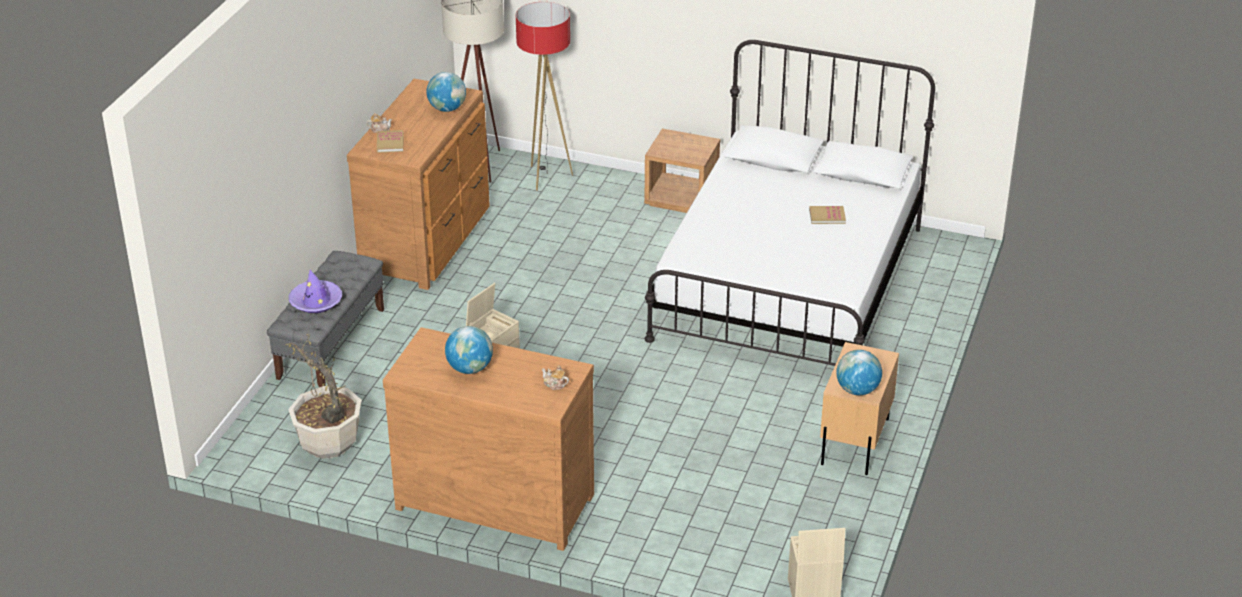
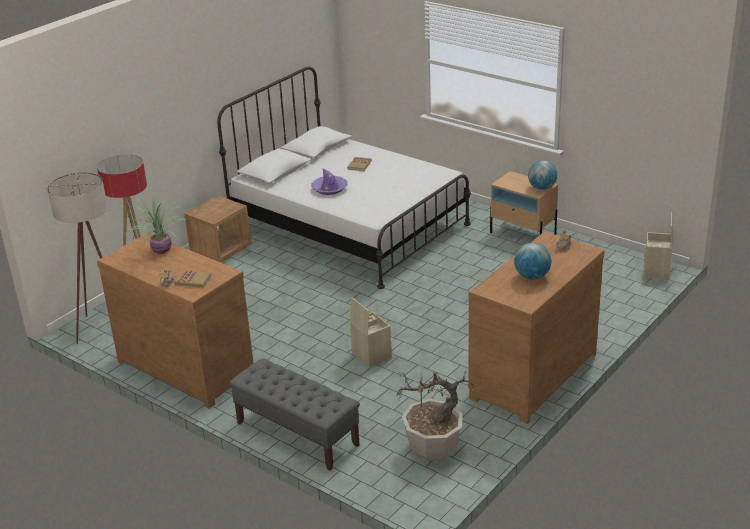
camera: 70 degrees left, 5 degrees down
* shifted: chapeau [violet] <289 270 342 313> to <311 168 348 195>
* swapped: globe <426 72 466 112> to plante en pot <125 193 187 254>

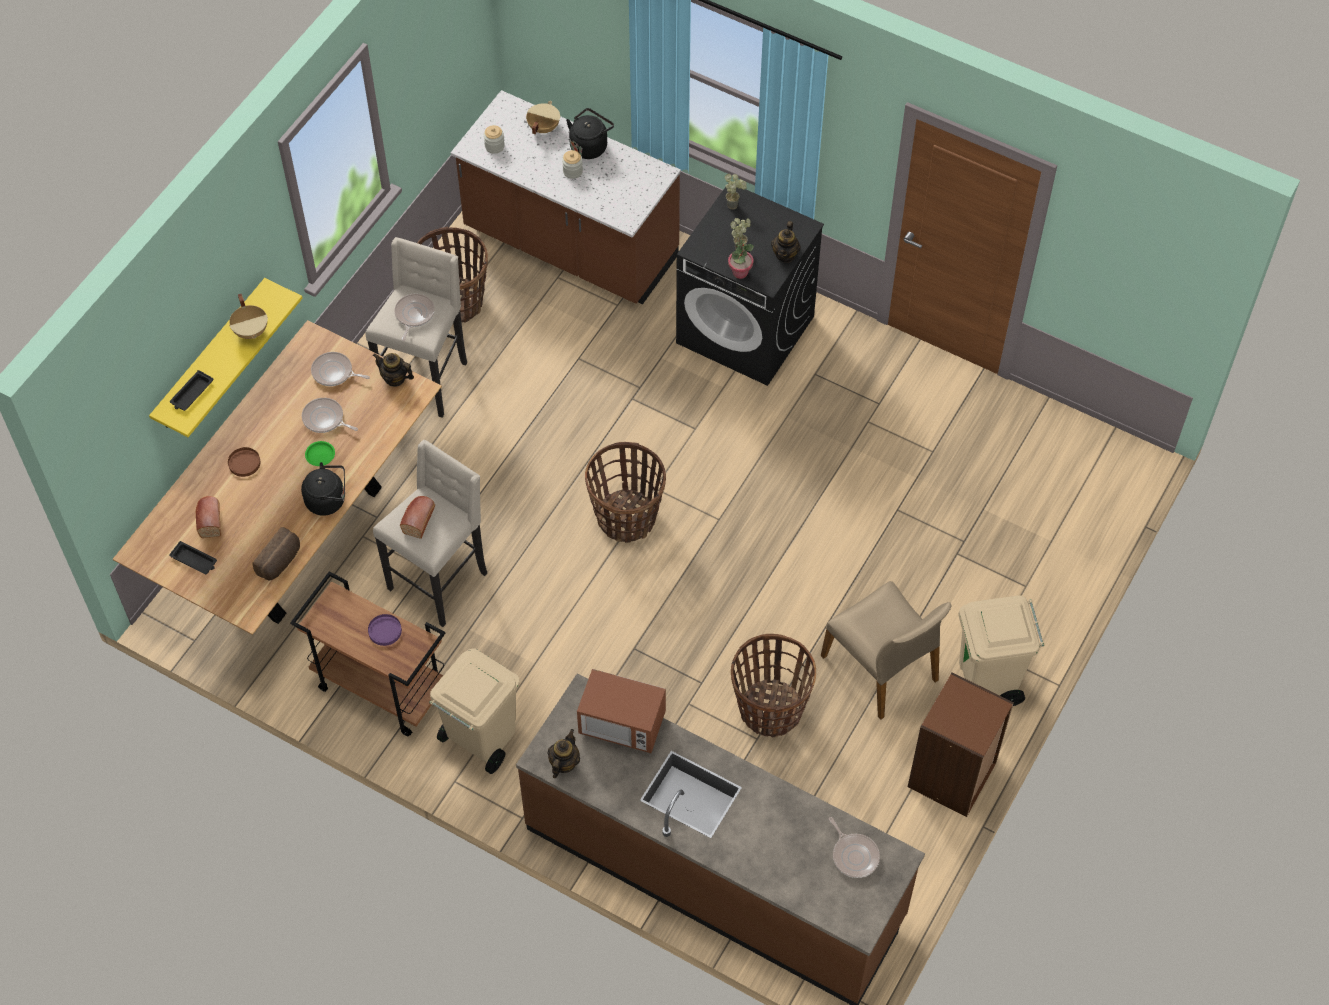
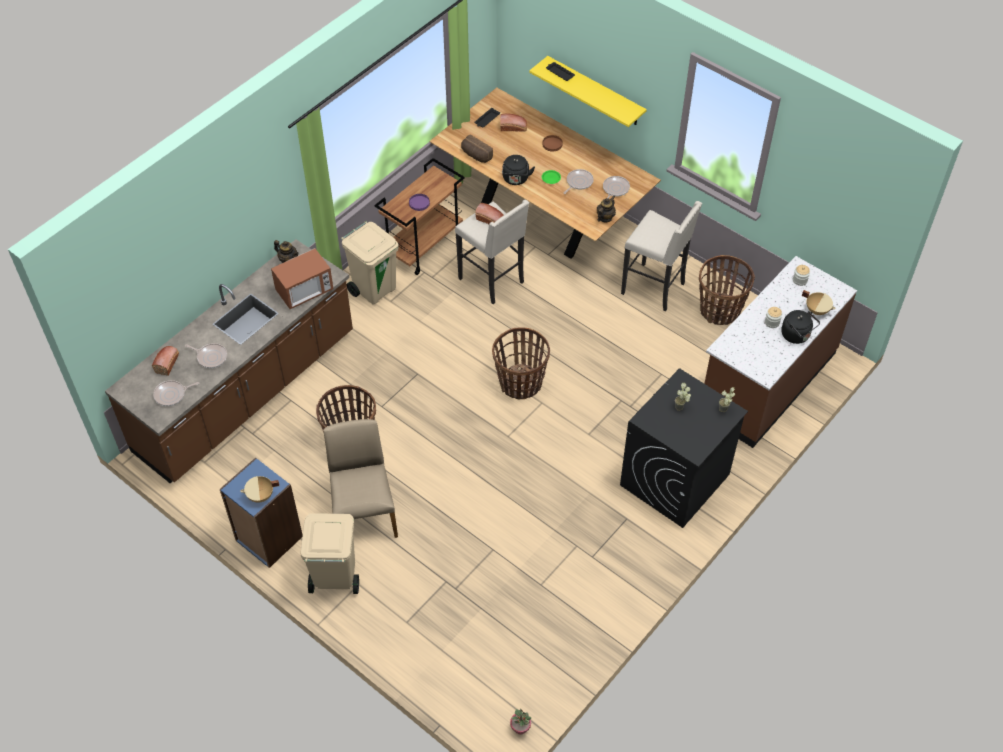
camera: 100 degrees right, 5 degrees down
* shifted: marmite [beige] <229 294 268 339> to <240 476 279 502>
* shifted: poêle <395 294 435 341> to <185 343 227 368>
* rotated: micro-ondes <577 669 666 753> = <271 248 334 309> 150 degrees counterclockwise
* shifted: plante en pot <728 239 754 279> to <510 709 531 735>
* gone: théière <771 221 801 263>
* rotated: chaise [beige] <821 581 952 720> = <324 419 398 538> 105 degrees clockwise
* repainted: bibliothèque [marron] <908 672 1014 817> to bibliothèque [bleu] <220 457 303 568>
* new: pain <152 346 179 376>

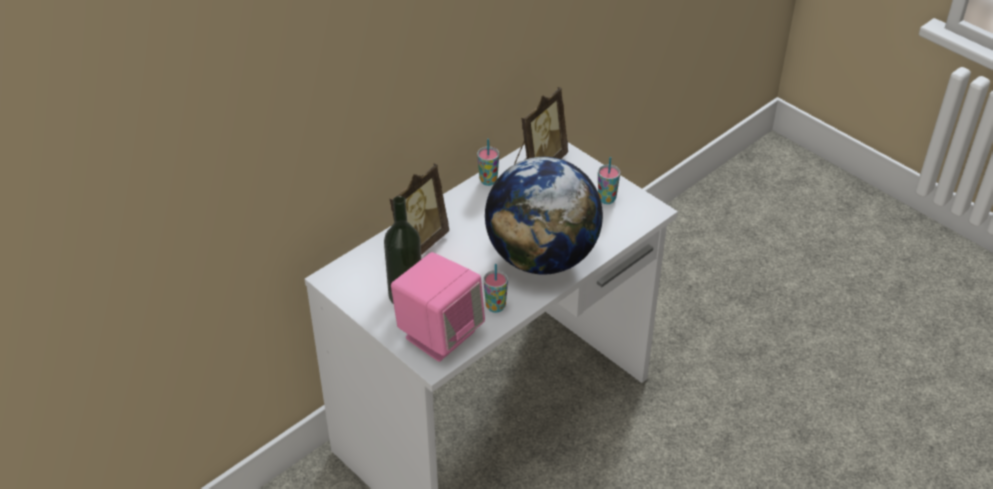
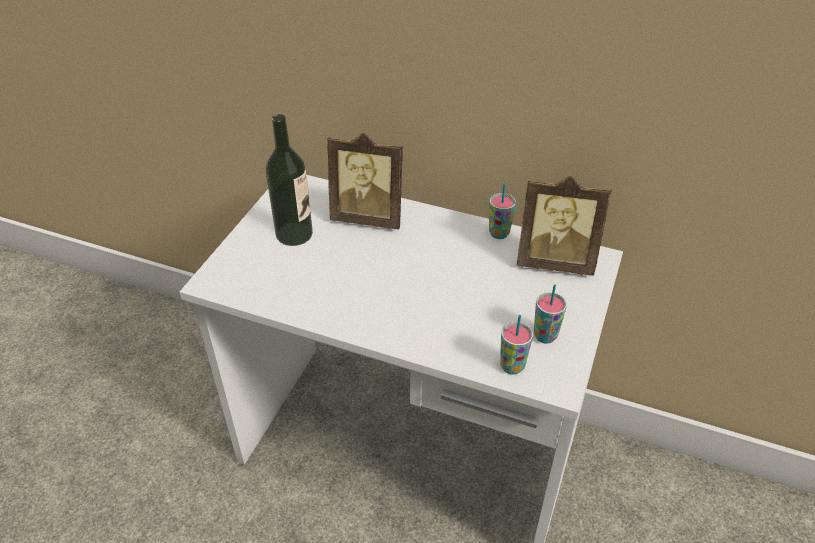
camera: 65 degrees right, 0 degrees up
* gone: enceinte [rose] <391 252 485 362>
* shifted: tasse <483 264 508 313> to <500 315 533 375>
* gone: globe <485 157 603 275>

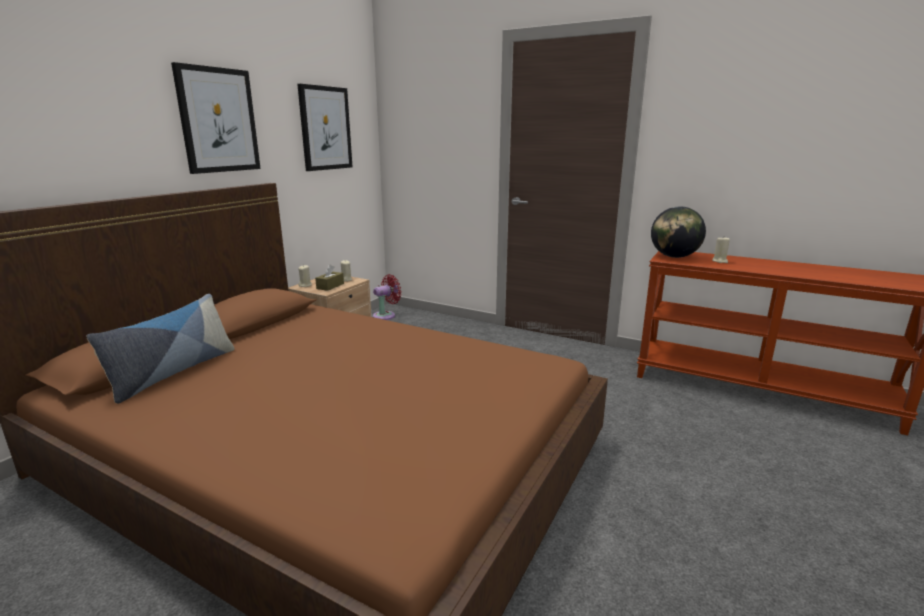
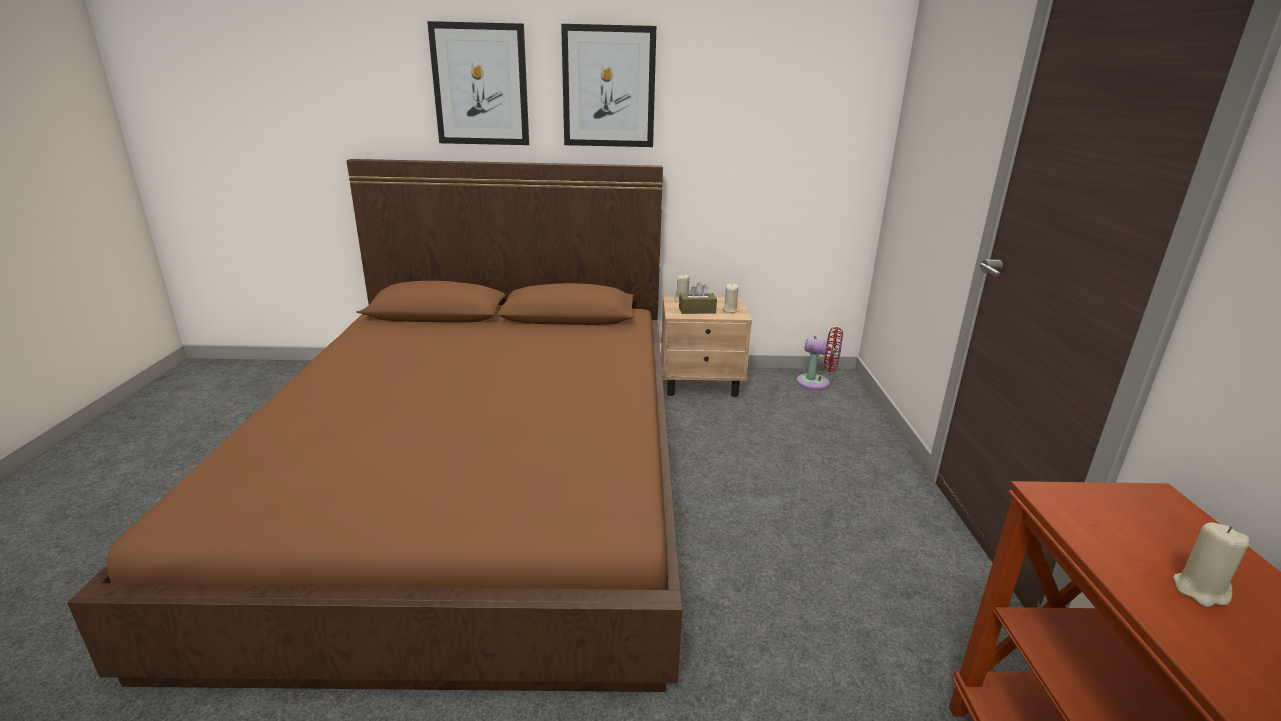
camera: 60 degrees right, 5 degrees up
* gone: coussin <86 294 235 404>
* shifted: tableau <297 84 353 171> to <427 21 529 145>
* gone: globe <651 206 706 258>

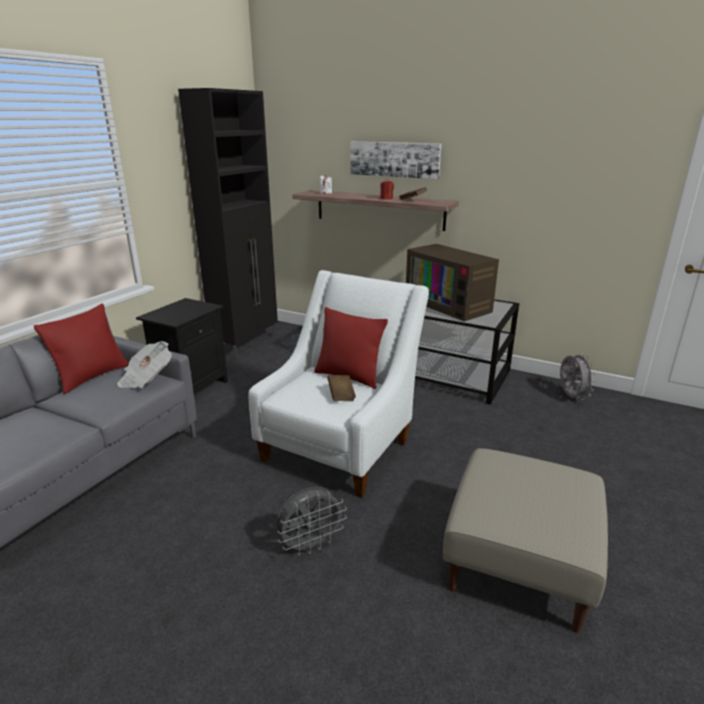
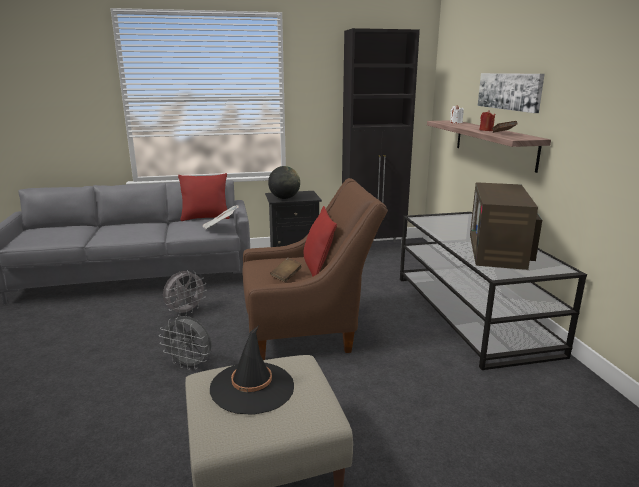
camera: 50 degrees right, 5 degrees down
* repainted: fauteuil [blanc] <248 270 429 498> to fauteuil [marron] <242 178 388 360>
* shifted: ventilateur [gris] <560 352 595 400> to <163 271 207 316>
* new: chapeau [noir] <210 326 294 415>
* new: globe <268 166 300 199>

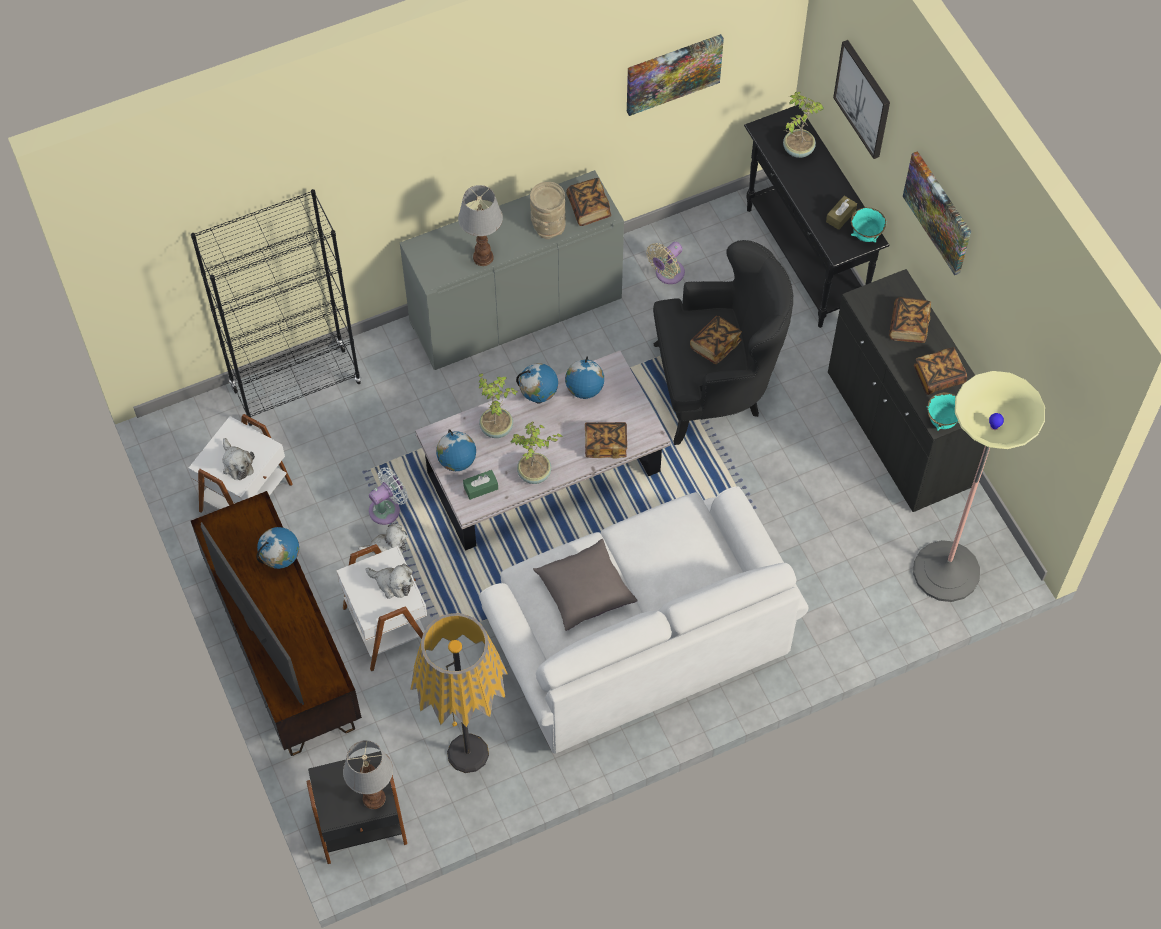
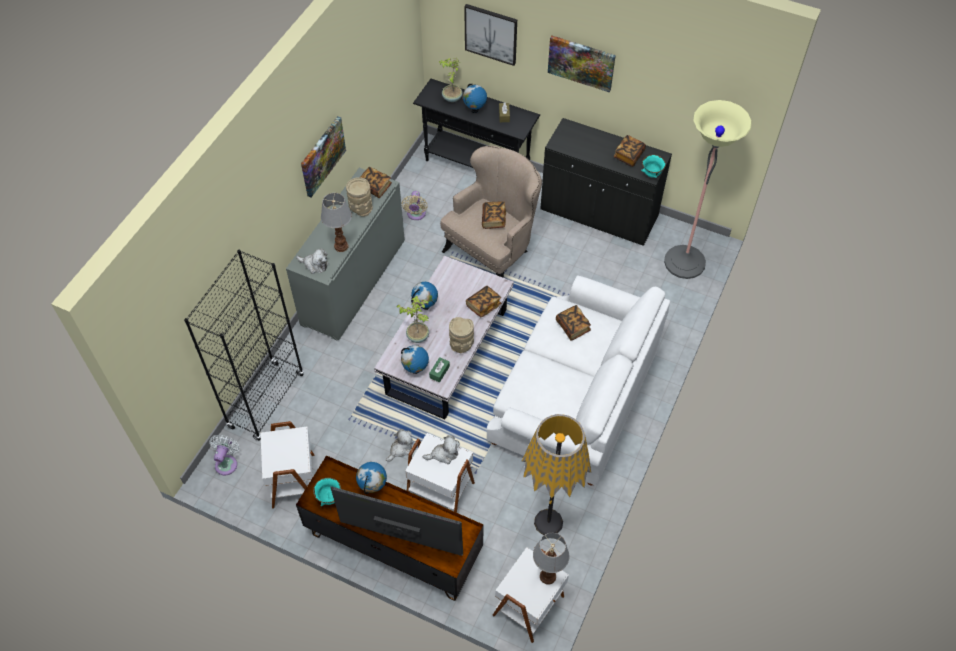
camera: 40 degrees left, 5 degrees down
* shifted: peluche <222 438 255 480> to <296 248 329 274>
* repainted: table d'appoint [noir] <307 751 408 864> to table d'appoint [blanc] <493 547 569 643>
* shifted: ventilateur [blanc] <369 467 408 525> to <210 435 239 475>
* swapped: plante en pot <511 422 563 484> to vase [beige] <449 317 474 353>
* gone: coussin [gris] <533 539 638 631>
* shifted: globe <565 357 604 399> to <463 84 487 113>
* shifted: tableau <627 34 724 116> to <301 116 346 197>
* repainted: fauteuil [noir] <653 240 793 445> to fauteuil [beige] <440 146 542 278>
* shifted: bol [turquoise] <851 207 886 243> to <313 477 341 506>
* shifted: livre <889 297 931 343> to <556 305 591 341>

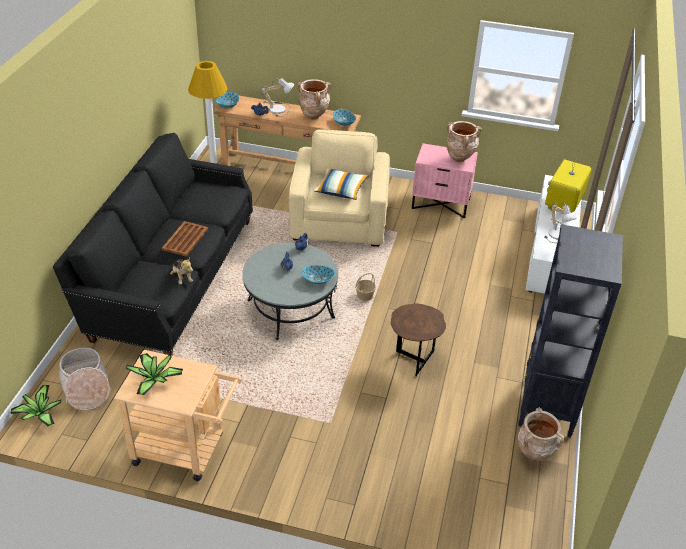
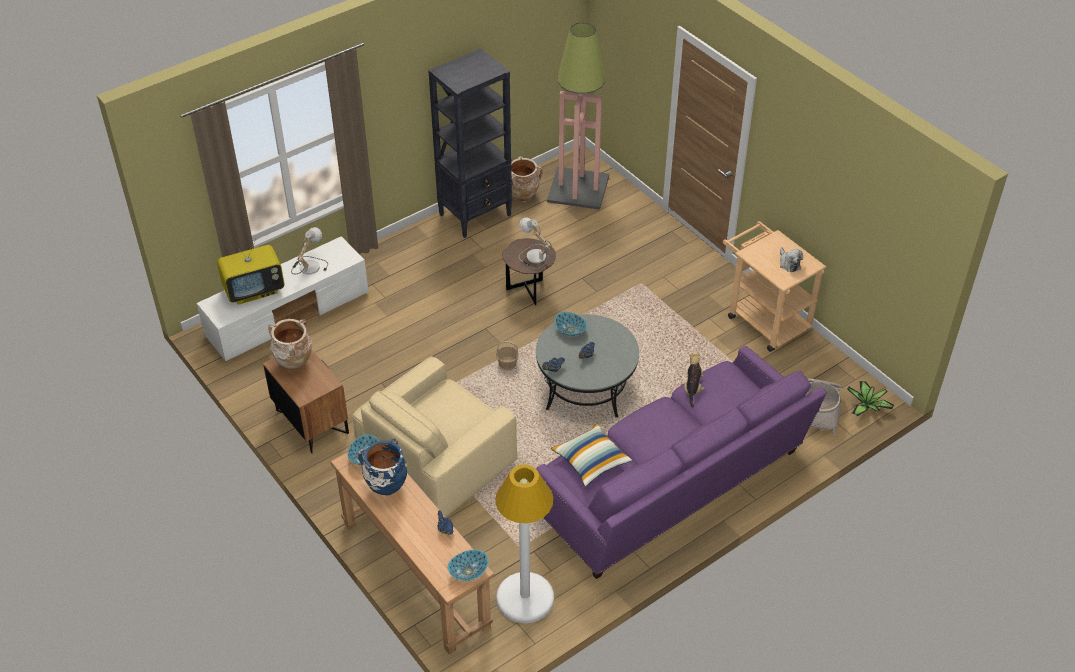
camera: 140 degrees left, 5 degrees up
* repainted: canapé [noir] <53 133 253 356> to canapé [violet] <536 346 827 579>
* swapped: plante en pot <126 353 183 395> to peluche <780 248 803 272>
* gone: plateau [marron] <162 221 208 257>
* shifted: lampe de table <260 78 294 117> to <518 218 552 269>
* repainted: vase [beige] <298 79 331 120> to vase [bleu] <358 439 407 495>
* shifted: coussin <314 168 369 200> to <551 424 632 486>
* repainted: table de chevet [rose] <412 143 478 219> to table de chevet [marron] <263 349 349 453>
* new: lampadaire <547 22 609 210>

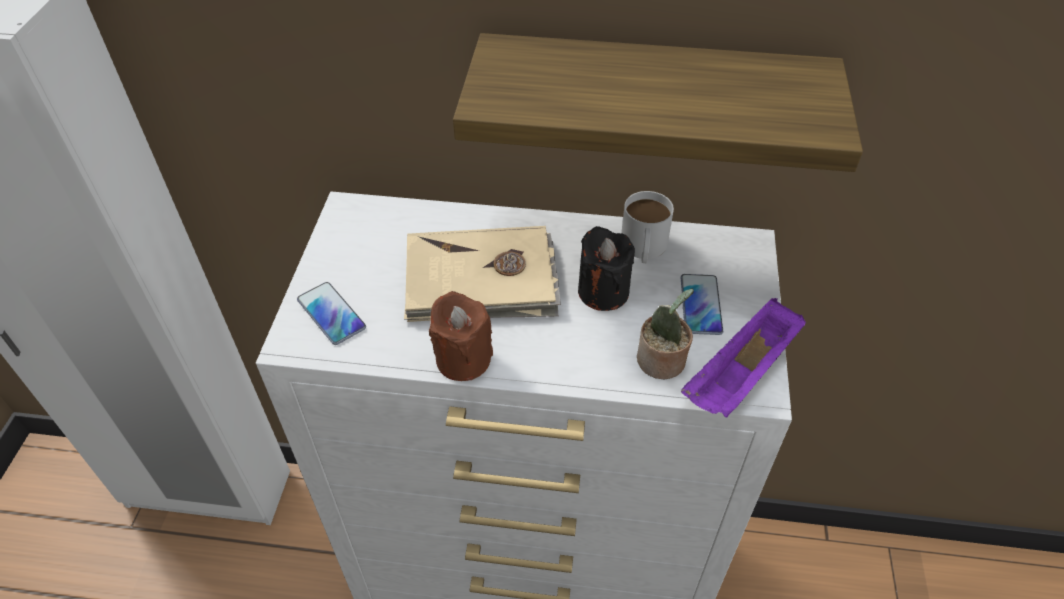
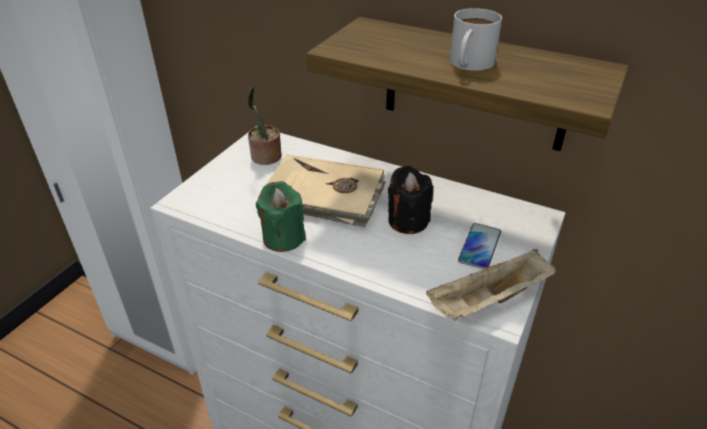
camera: 20 degrees right, 10 degrees down
* gone: téléphone <297 282 366 345>
* repainted: bougie [marron] <429 291 493 381> to bougie [vert] <256 181 306 252>
* shifted: mug [blanc] <621 191 674 263> to <449 8 502 71>
* shifted: plante en pot <637 288 694 379> to <248 86 282 165>
* repainted: plateau [violet] <681 298 806 418> to plateau [beige] <426 249 556 321>

